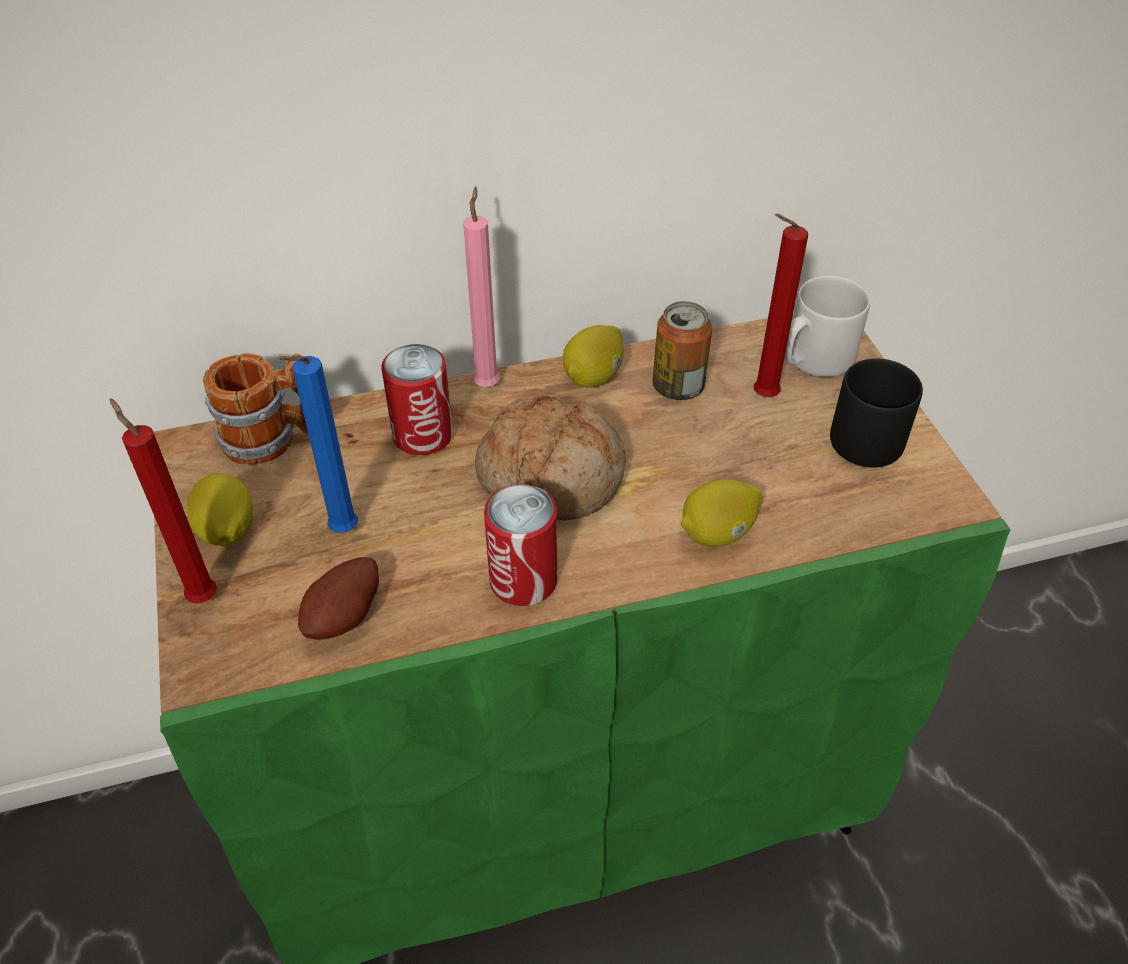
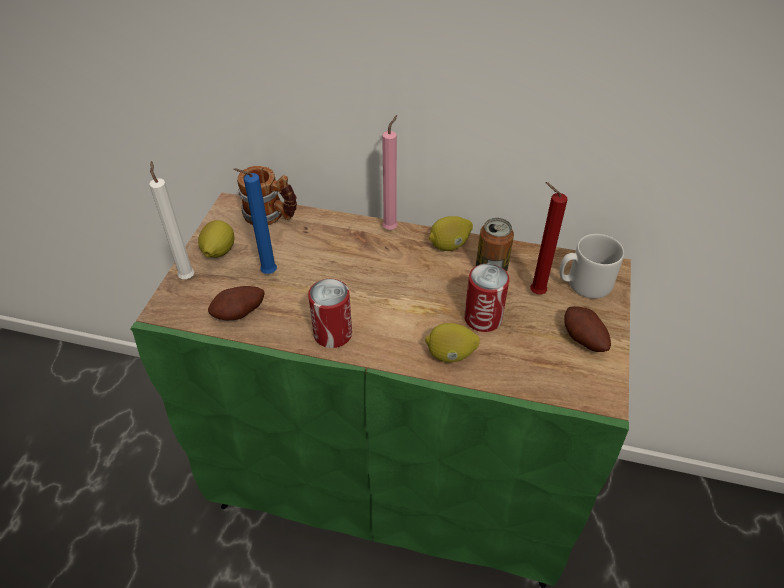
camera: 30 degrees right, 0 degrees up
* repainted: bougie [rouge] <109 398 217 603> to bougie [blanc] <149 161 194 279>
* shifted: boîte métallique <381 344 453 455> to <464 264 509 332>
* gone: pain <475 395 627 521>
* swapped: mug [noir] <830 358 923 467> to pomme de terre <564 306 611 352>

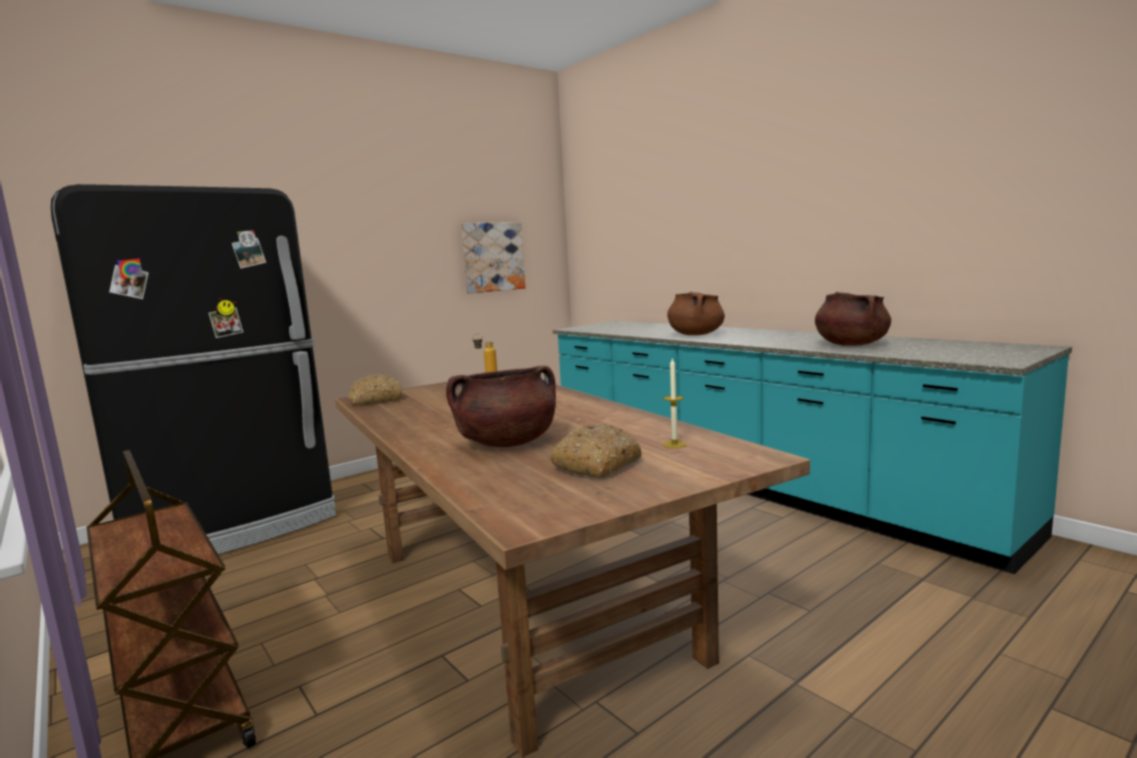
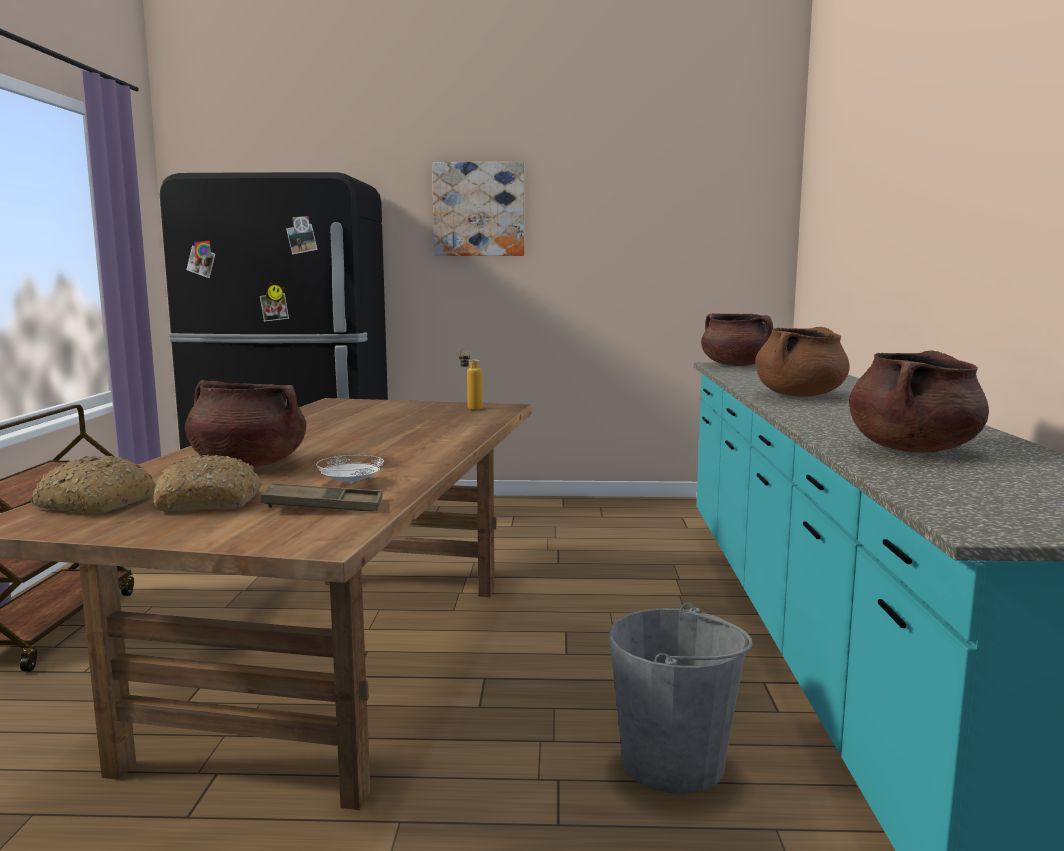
camera: 40 degrees right, 0 degrees up
* shifted: pain <349 374 402 405> to <31 456 156 514>
* shifted: tableau <461 222 525 293> to <432 162 524 256>
* swapped: bougie <663 357 687 448> to plateau [marron] <261 483 383 511>
* new: assiette [blanc] <316 455 384 484>
* new: seau [gris] <609 603 753 794>
* new: marmite [marron] <701 313 773 366>

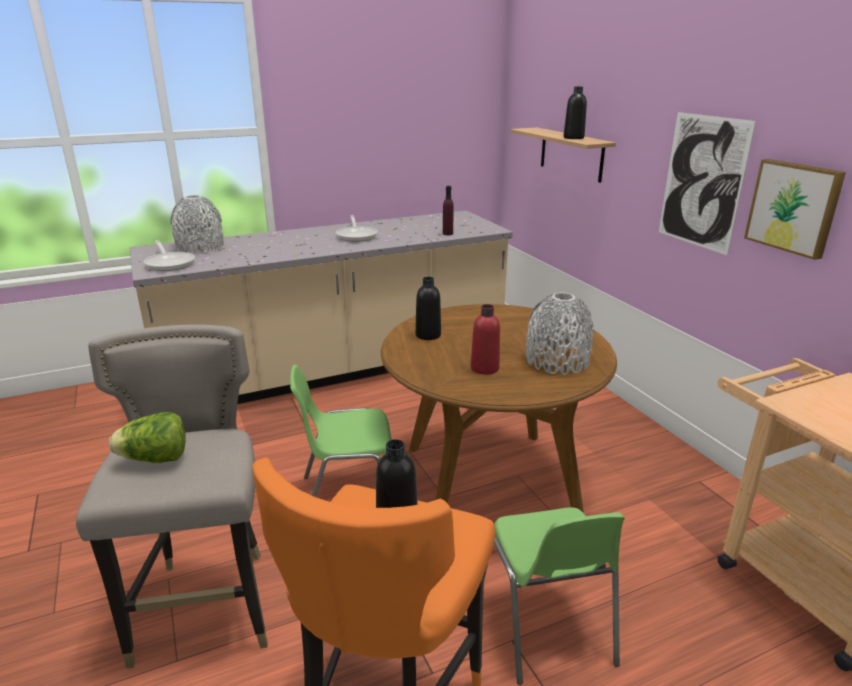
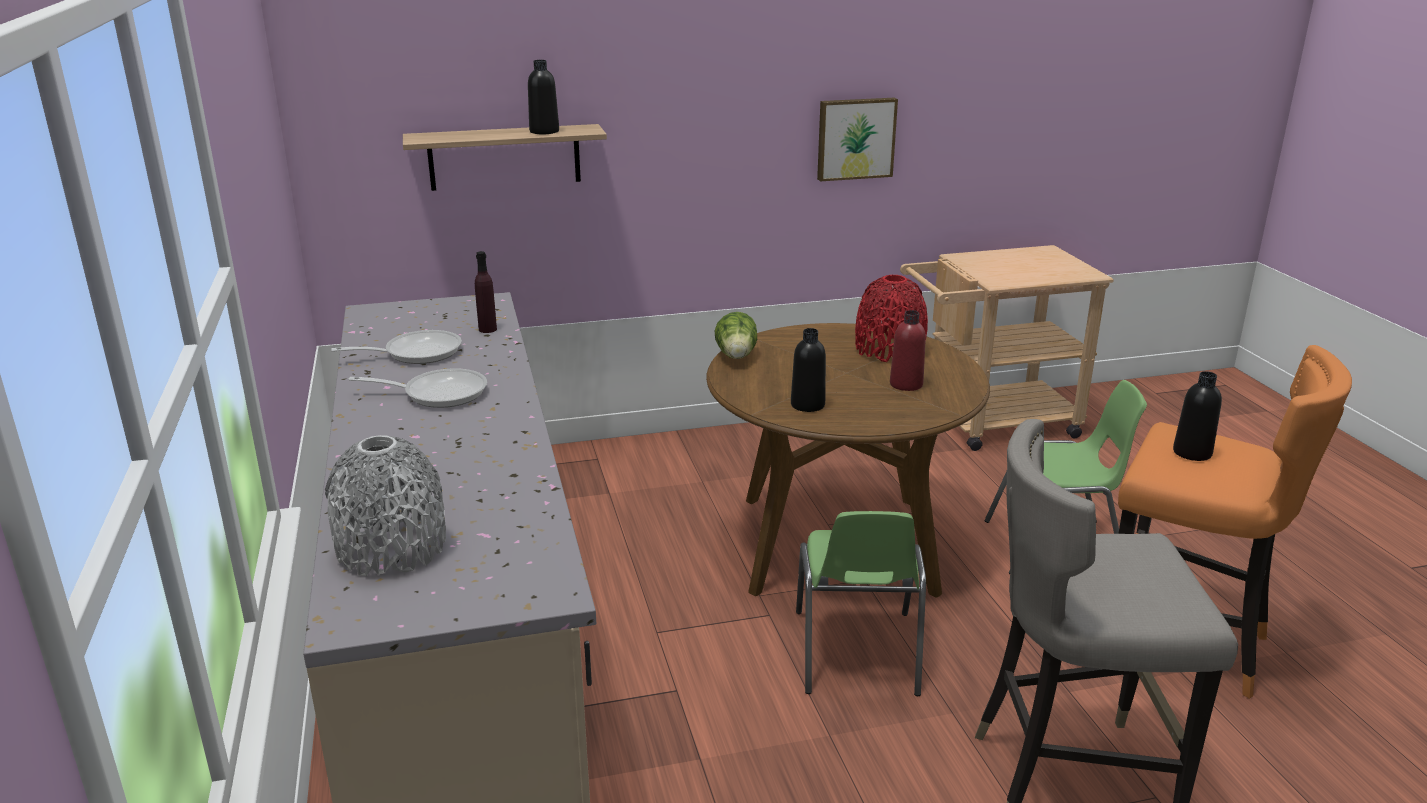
camera: 80 degrees left, 0 degrees up
* shifted: laitue <109 412 186 463> to <715 312 757 359>
* shifted: poêle <144 240 195 271> to <331 330 462 364>
* repainted: vase [gris] <526 293 594 375> to vase [rouge] <855 275 928 362>
* gone: tableau <659 112 756 255>

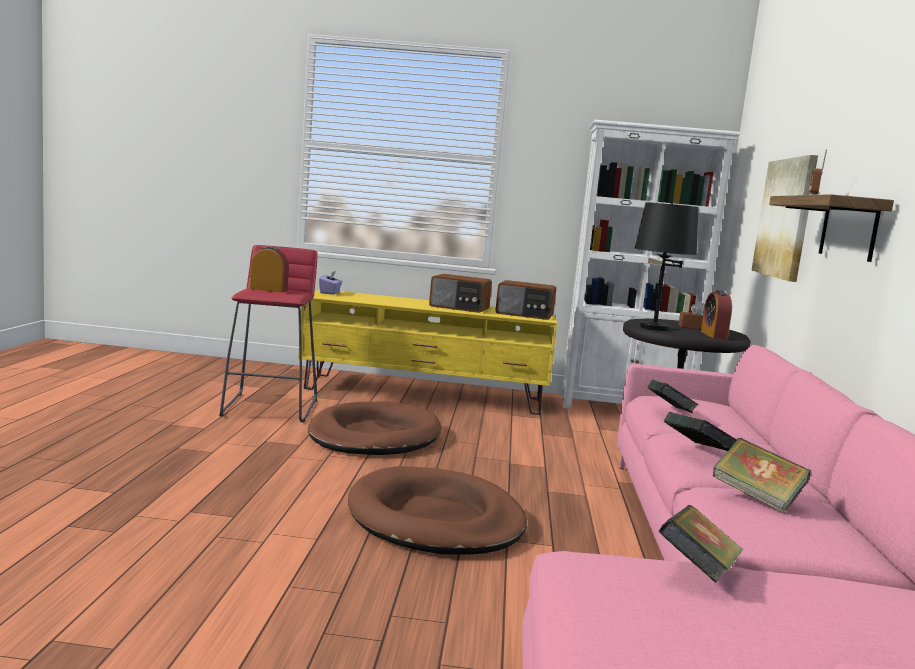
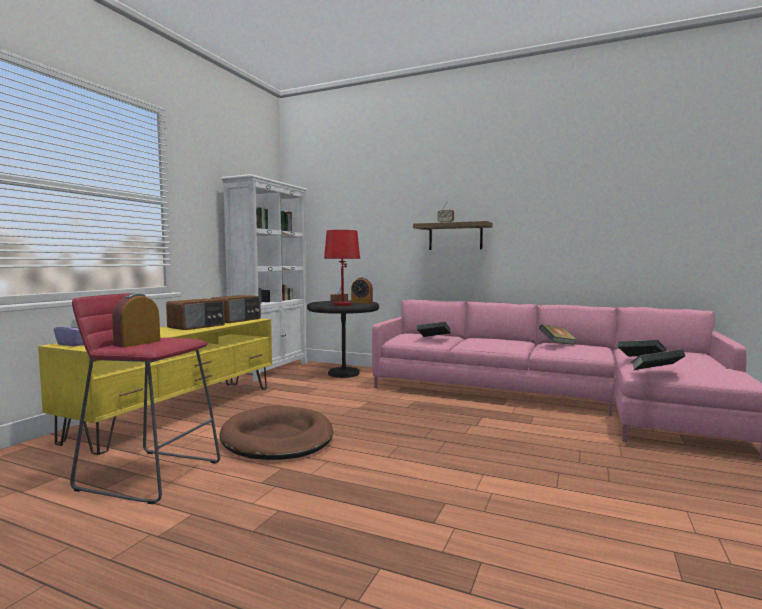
camera: 70 degrees left, 5 degrees down
* gone: panier pour chien [marron] <348 466 527 555>
* repainted: lampe de table [noir] <635 202 699 331> to lampe de table [rouge] <324 230 360 306>
* shifted: livre <664 412 737 451> to <631 349 685 370>
* gone: tableau <751 155 818 282>

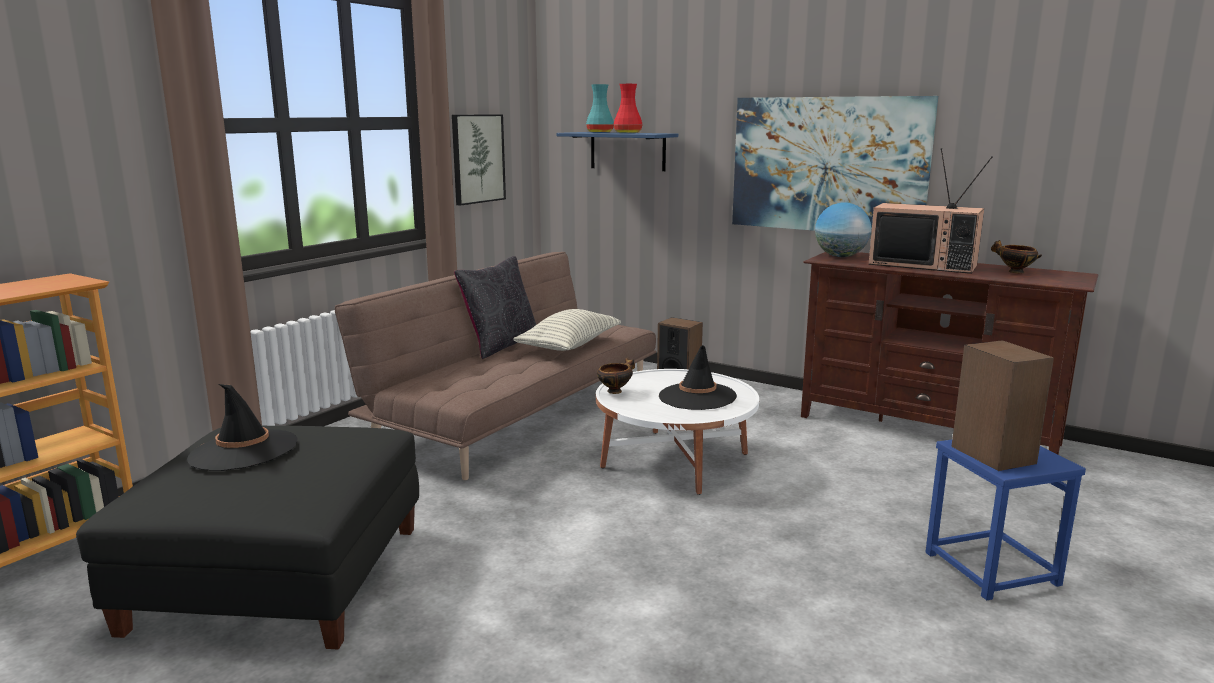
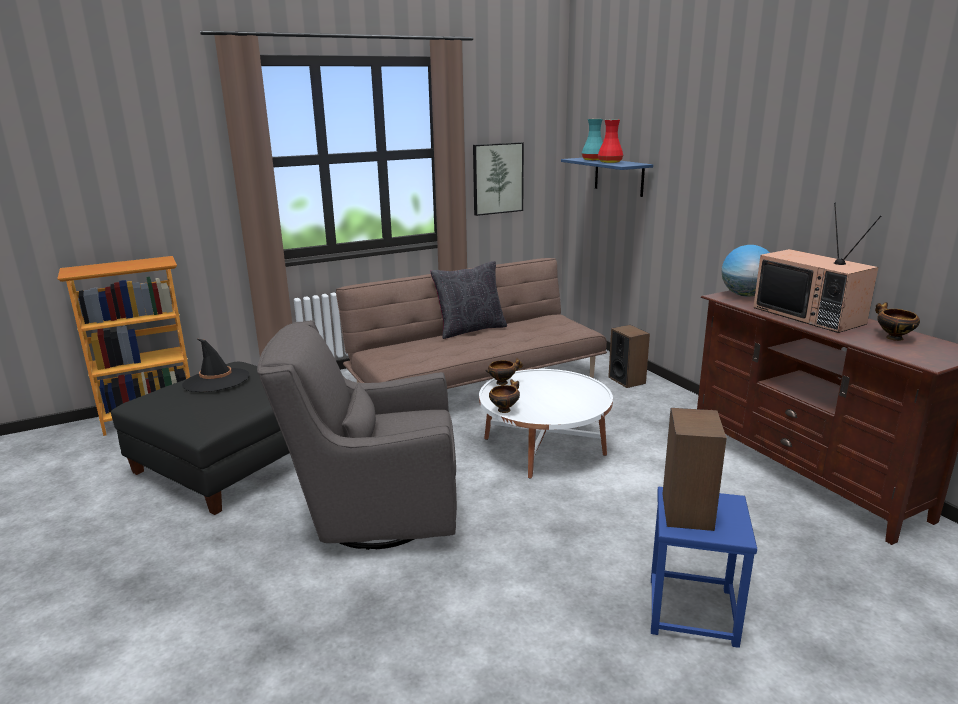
camera: 30 degrees right, 5 degrees up
* gone: coussin <513 309 621 351>
* gone: chapeau [noir] <659 345 737 410>
* gone: tableau <732 96 938 232>
* new: fauteuil [gris] <257 320 457 550>
* new: bol <489 379 520 413>

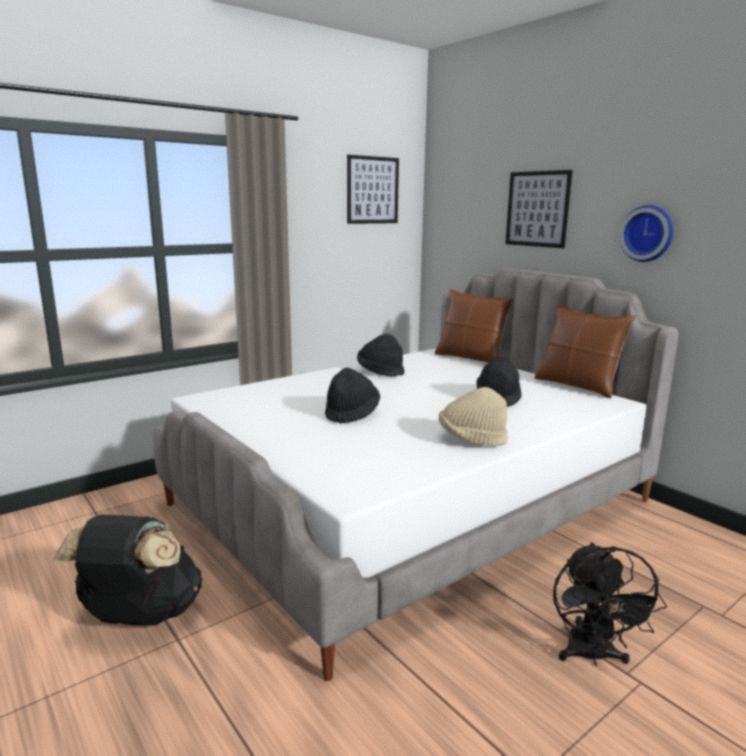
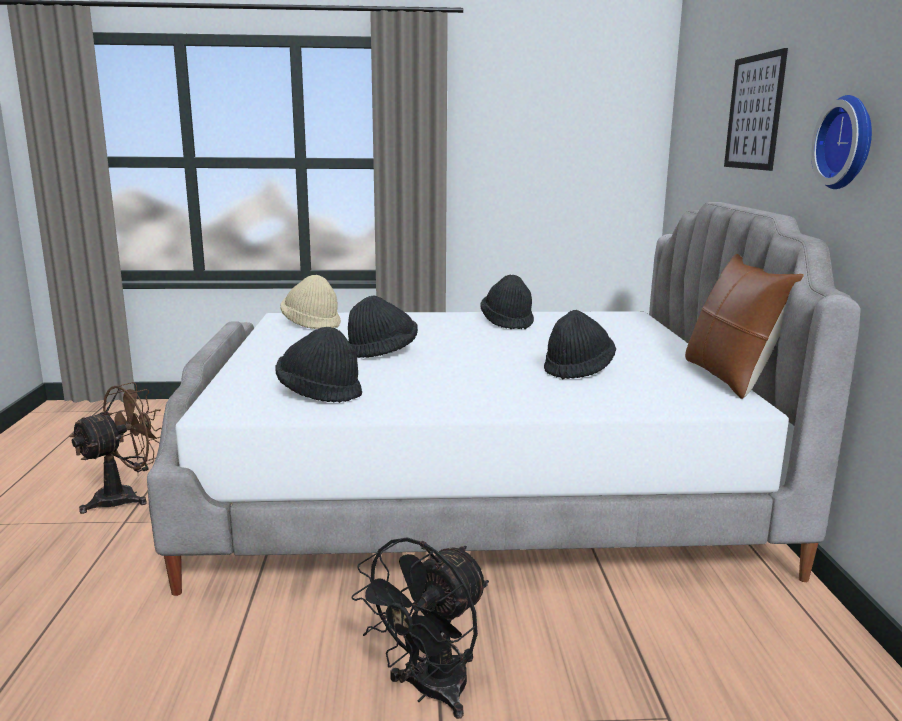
camera: 35 degrees right, 0 degrees up
* swapped: sac à dos [noir] <53 515 202 626> to ventilateur [marron] <69 382 162 514>
* gone: tableau <347 155 399 224>
* gone: coussin [marron] <435 289 513 363>
* shifted: chapeau [beige] <438 387 508 446> to <280 275 341 329>
* new: chapeau [noir] <276 327 362 403>

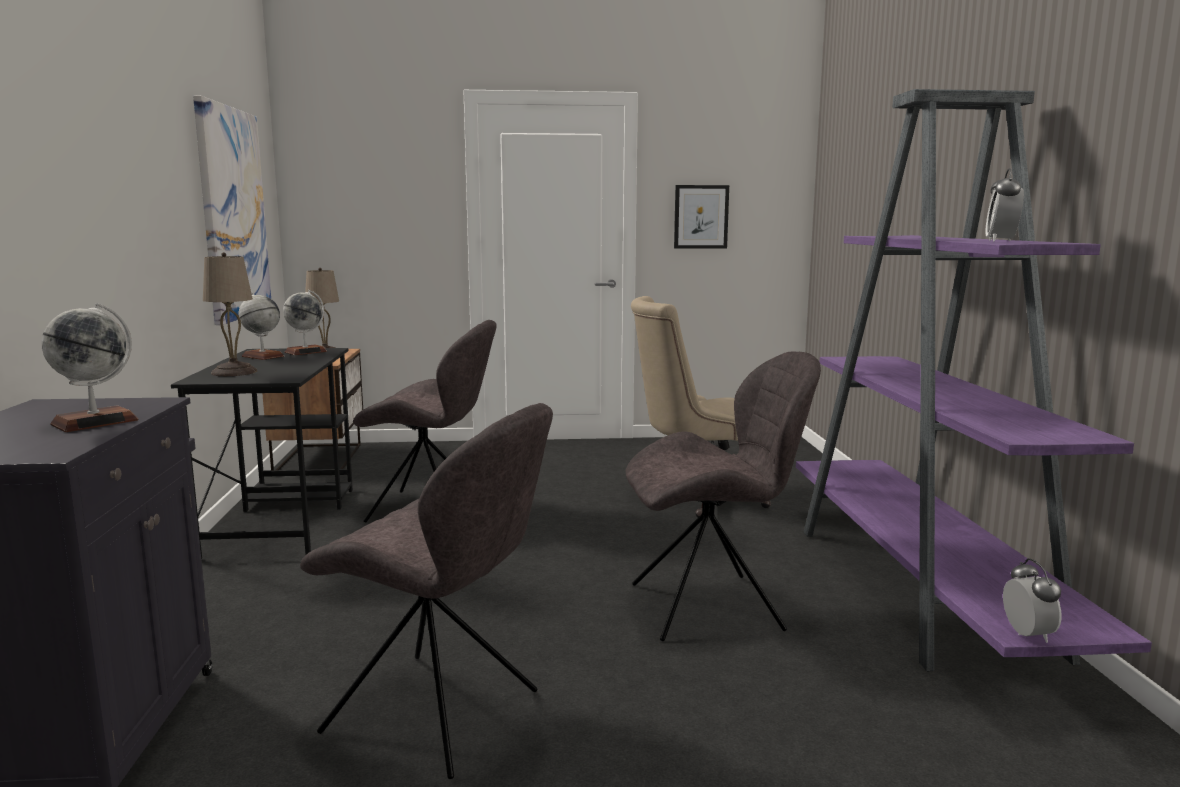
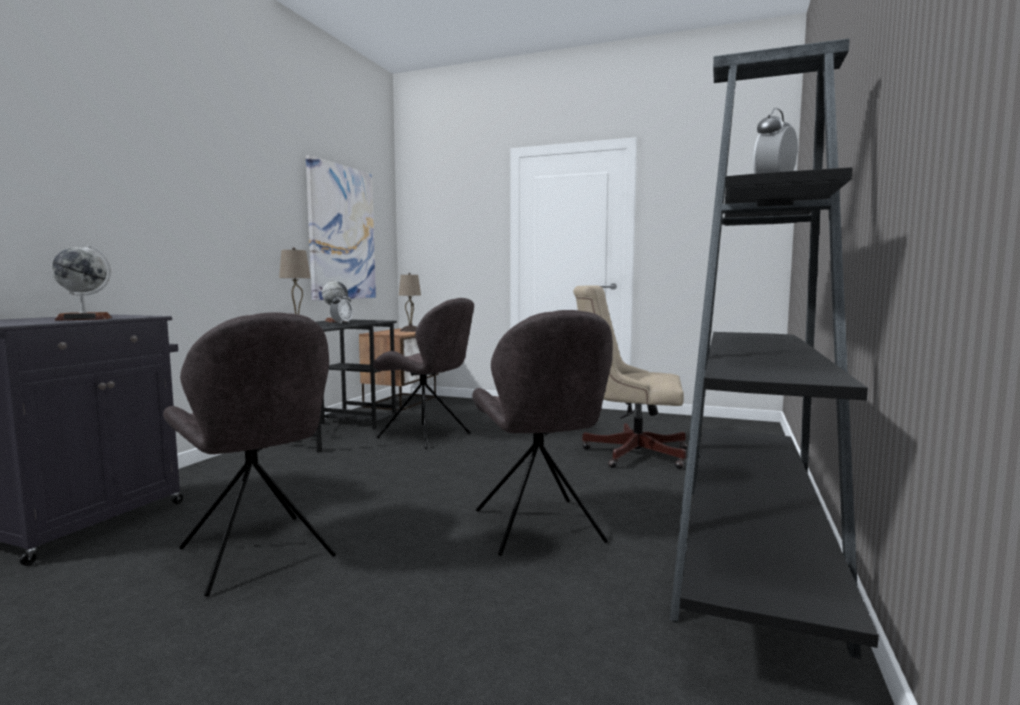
camera: 25 degrees right, 5 degrees down
* gone: globe <283 290 327 355>
* rotated: chaise [gris] <625 351 821 641> = <472 310 613 556> 60 degrees clockwise
* gone: tableau <674 185 729 249>
* repainted: bibliothèque [violet] <796 89 1152 672> to bibliothèque [noir] <670 38 879 658>
* shifted: réveil <1003 558 1062 643> to <330 291 353 323>

